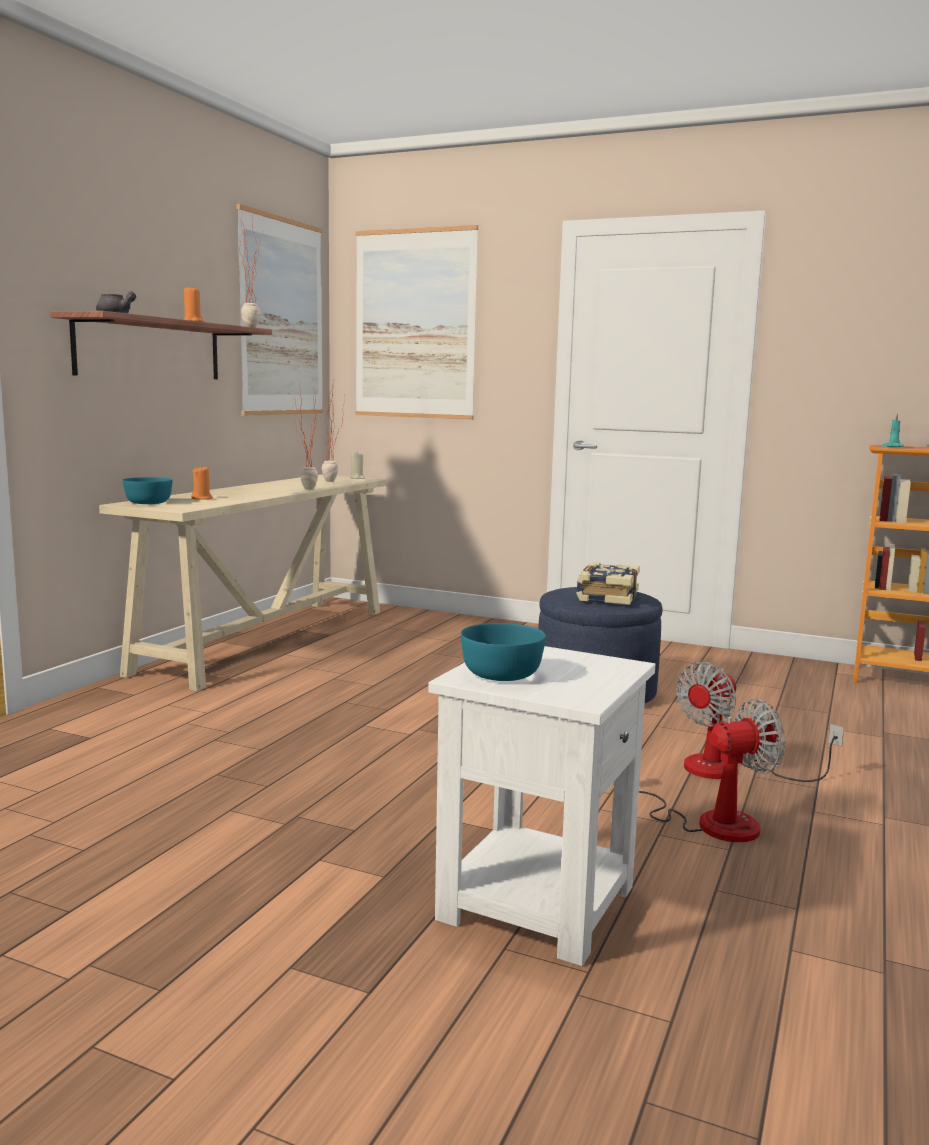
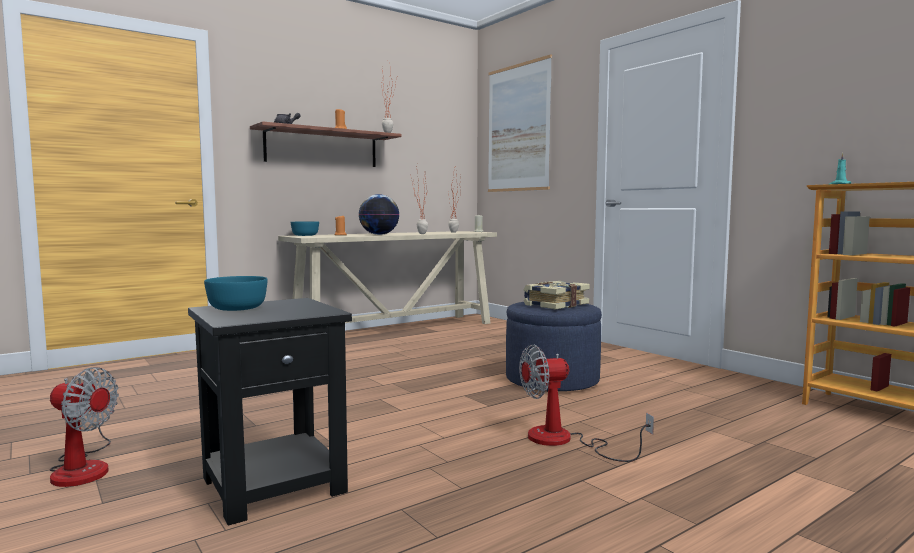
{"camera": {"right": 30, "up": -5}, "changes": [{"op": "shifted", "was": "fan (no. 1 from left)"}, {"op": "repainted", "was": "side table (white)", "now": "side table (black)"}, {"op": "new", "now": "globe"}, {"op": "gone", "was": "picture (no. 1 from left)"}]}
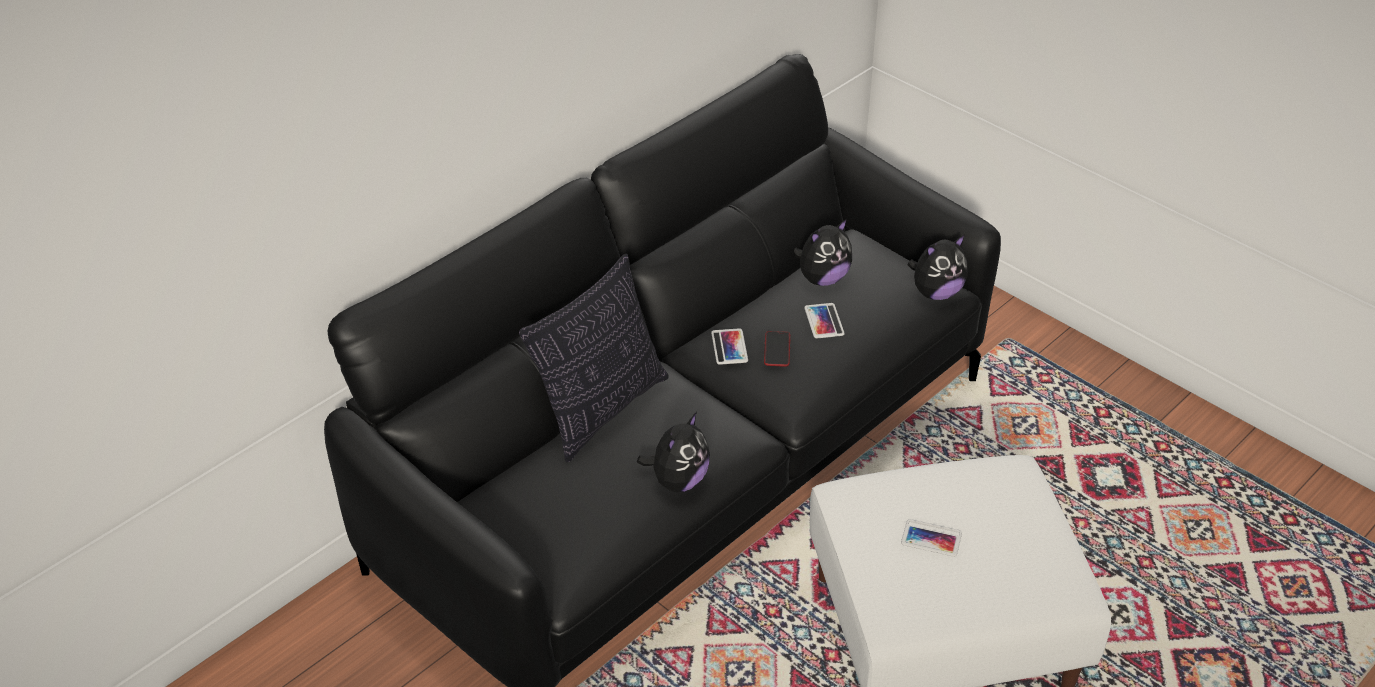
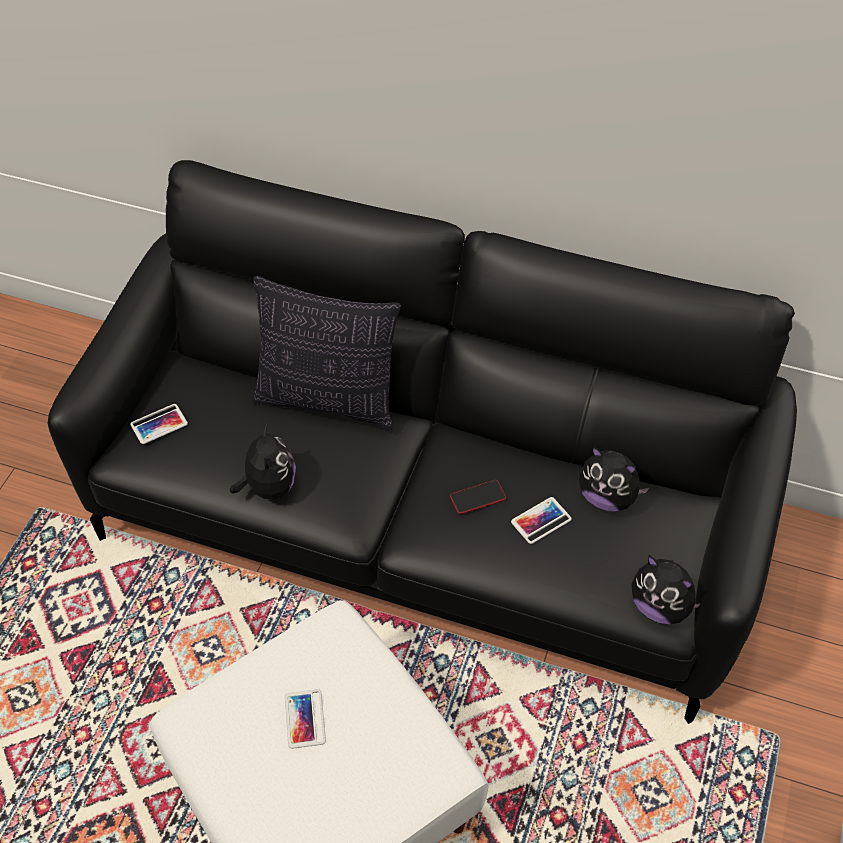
{"camera": {"right": 65, "up": 10}, "changes": [{"op": "shifted", "was": "phone (no. 1 from left)"}, {"op": "rotated", "was": "plush toy (no. 1 from left)", "clockwise": -105}]}
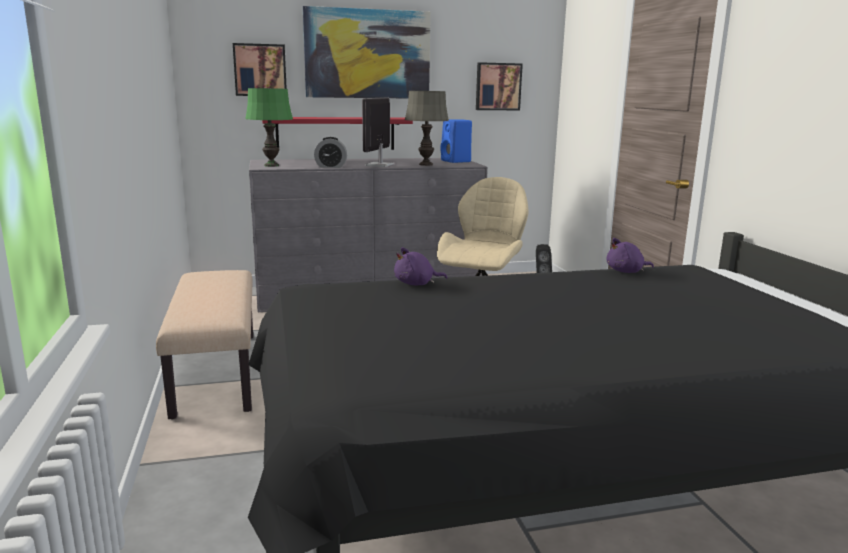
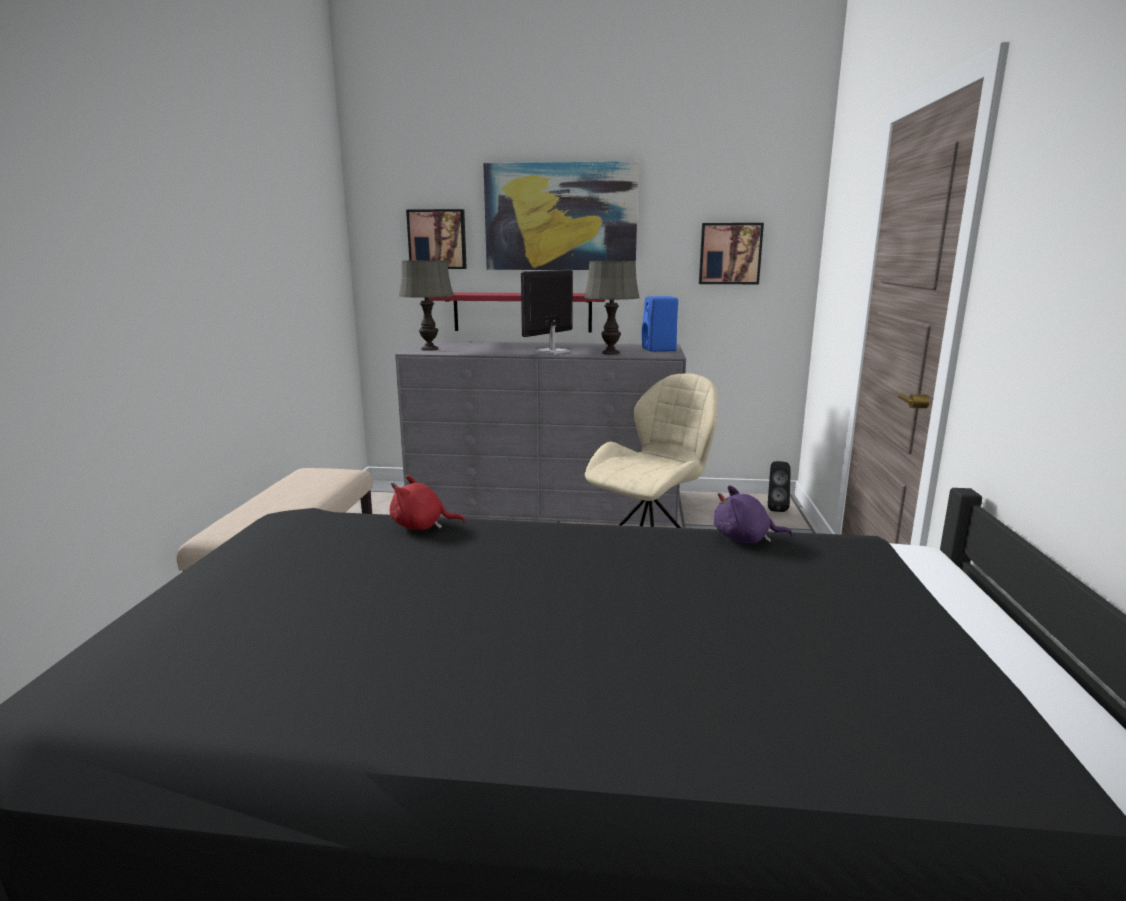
{"camera": {"right": 20, "up": 0}, "changes": [{"op": "repainted", "was": "plush toy (purple) (no. 1 from left)", "now": "plush toy (red)"}, {"op": "repainted", "was": "table lamp (green)", "now": "table lamp (grey) (no. 1 from left)"}, {"op": "gone", "was": "alarm clock"}]}
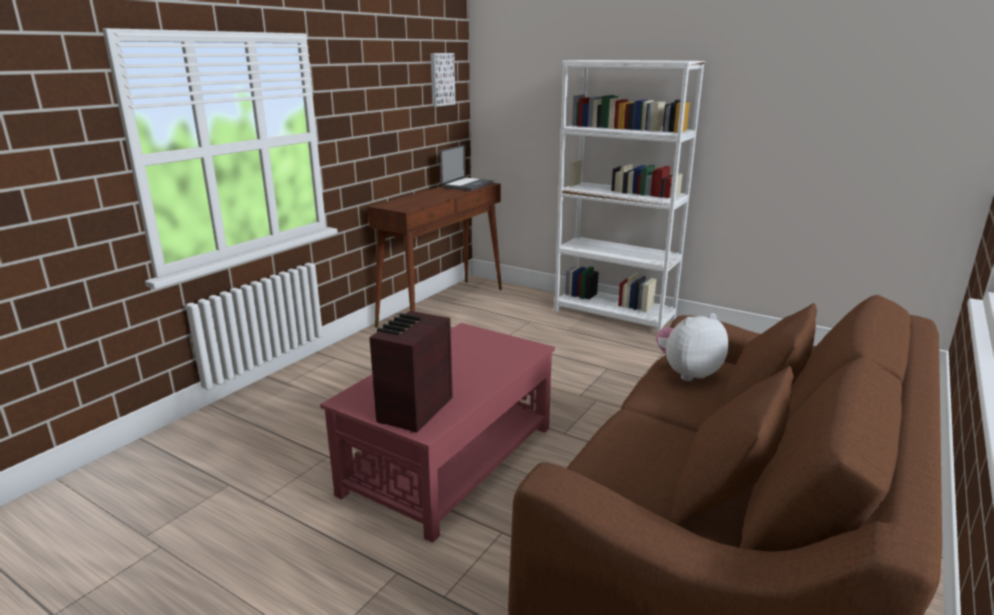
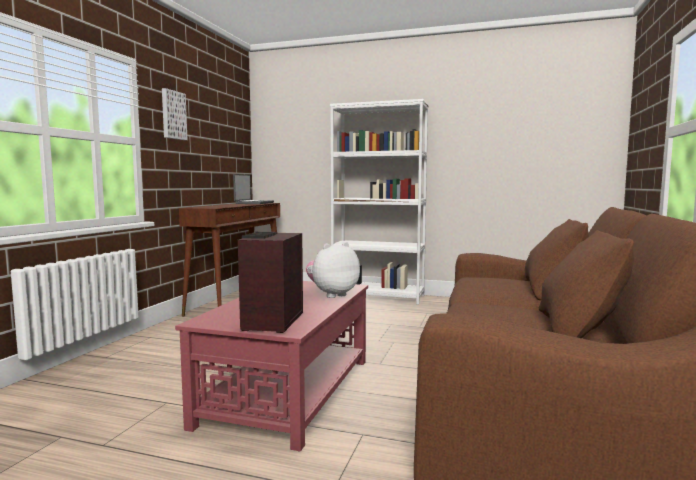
{"camera": {"right": -15, "up": -15}, "changes": [{"op": "shifted", "was": "picture"}, {"op": "shifted", "was": "plush toy"}]}
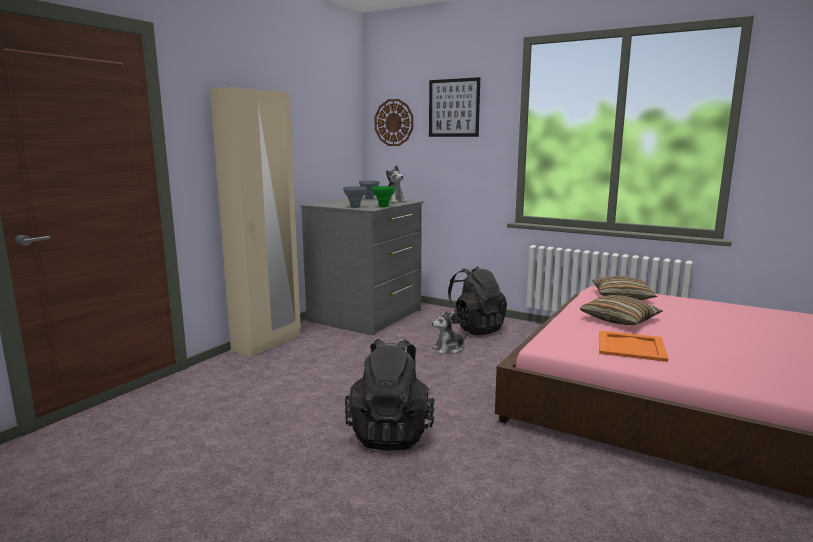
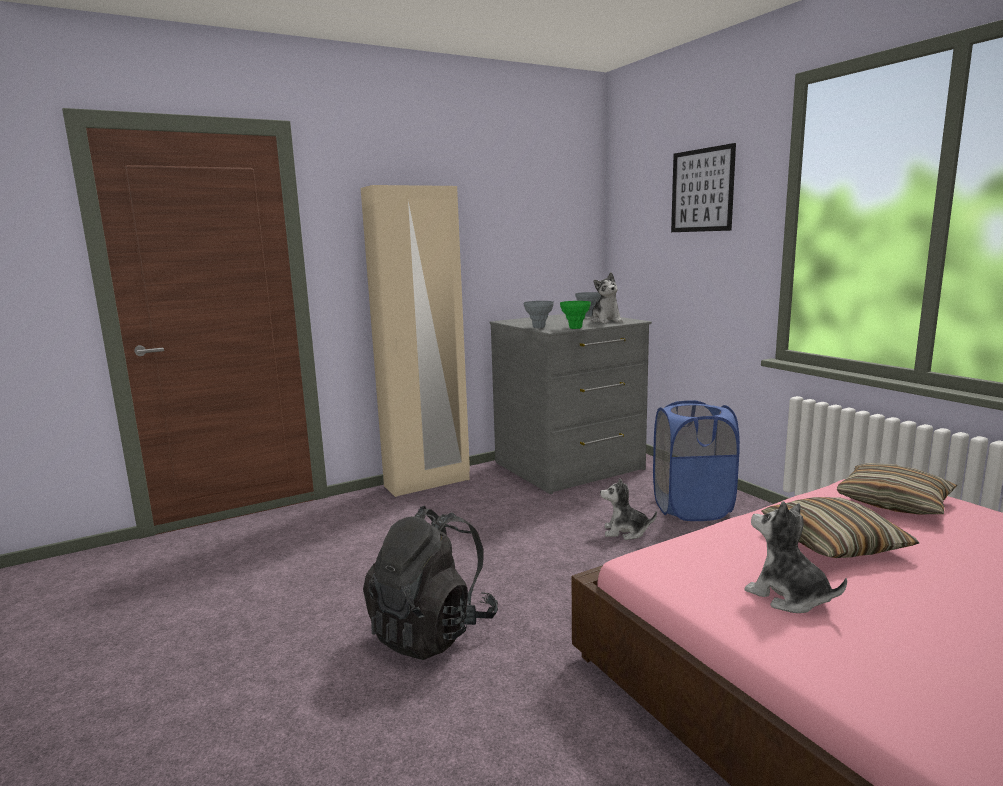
{"camera": {"right": 30, "up": 0}, "changes": [{"op": "swapped", "was": "backpack (black) (no. 2 from left)", "now": "laundry basket (blue)"}, {"op": "swapped", "was": "tray (orange)", "now": "plush toy (no. 3 from left)"}, {"op": "gone", "was": "wall clock"}]}
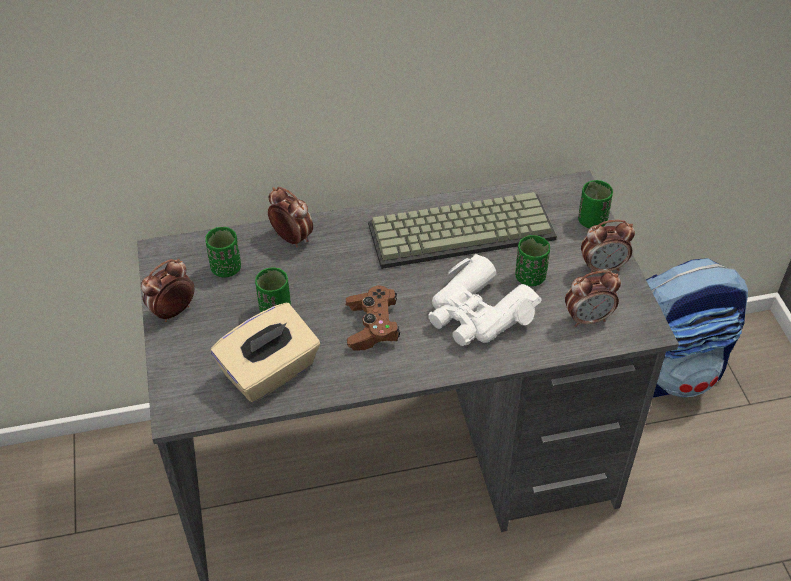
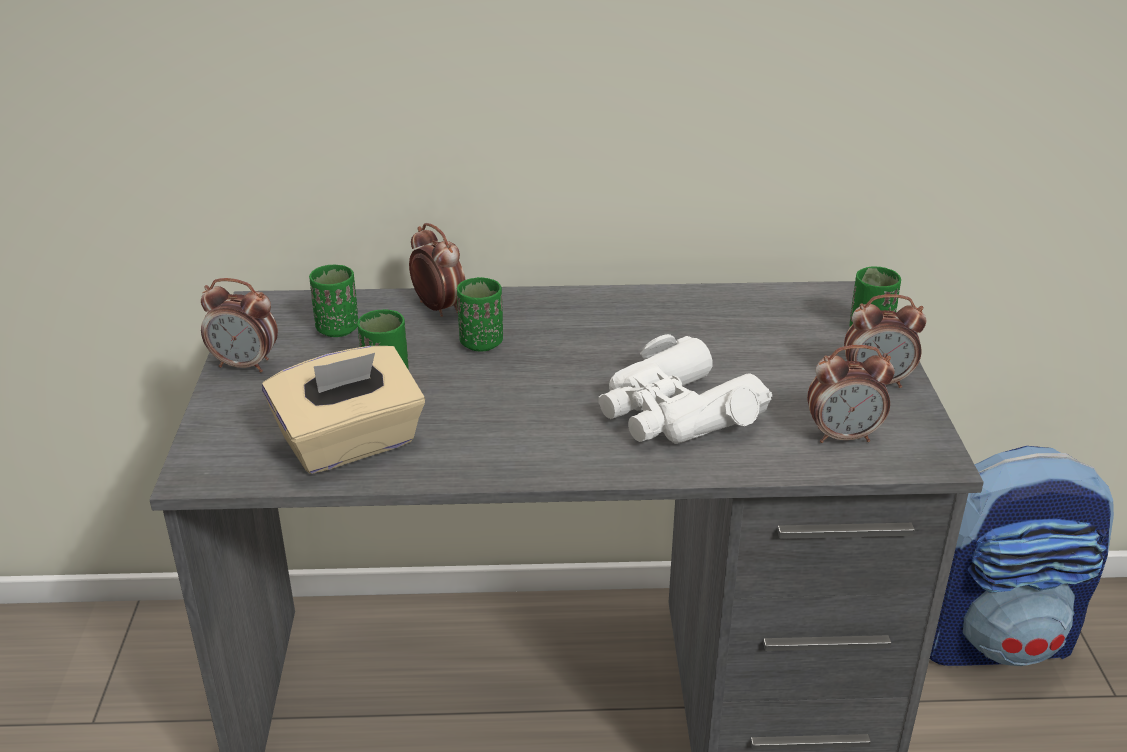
{"camera": {"right": 10, "up": -15}, "changes": [{"op": "rotated", "was": "alarm clock (no. 1 from left)", "clockwise": -135}, {"op": "shifted", "was": "cup (green) (no. 3 from left)"}, {"op": "gone", "was": "game controller (brown)"}, {"op": "gone", "was": "keyboard"}]}
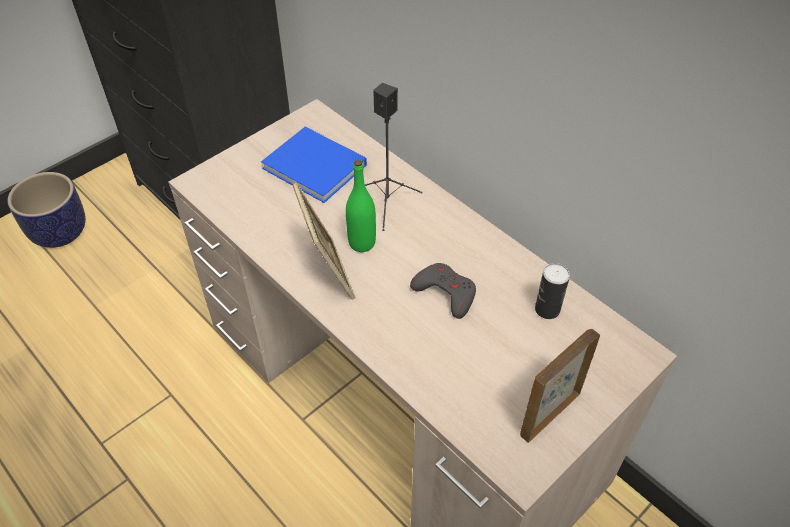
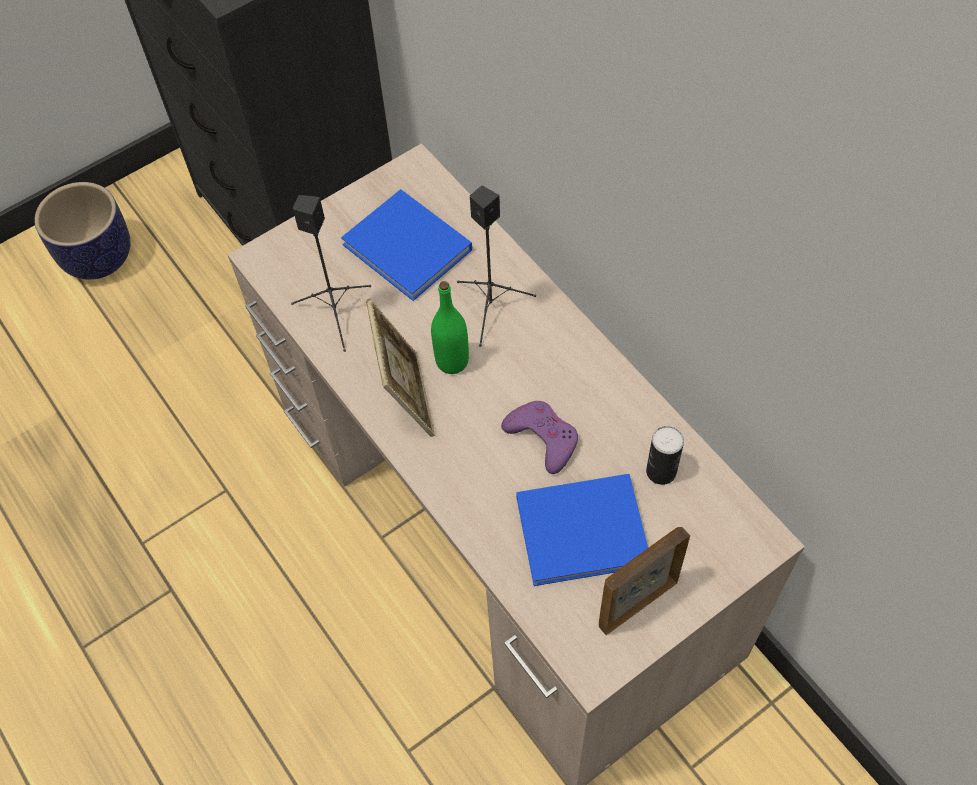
{"camera": {"right": 10, "up": 10}, "changes": [{"op": "new", "now": "speaker (black) (no. 1 from left)"}, {"op": "repainted", "was": "game controller (grey)", "now": "game controller (purple)"}, {"op": "new", "now": "book (blue) (no. 2 from left)"}]}
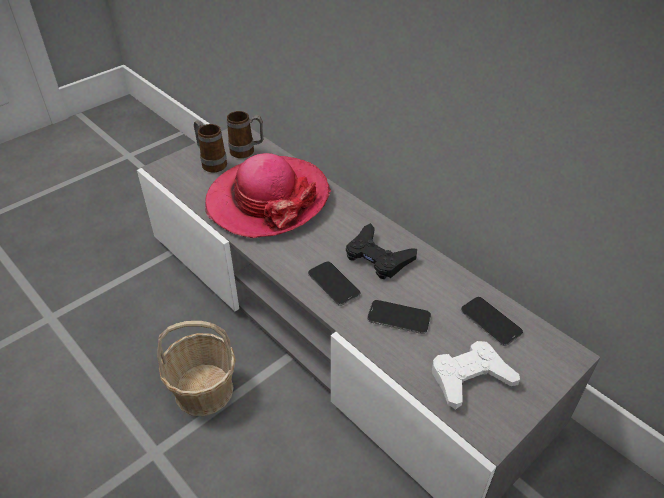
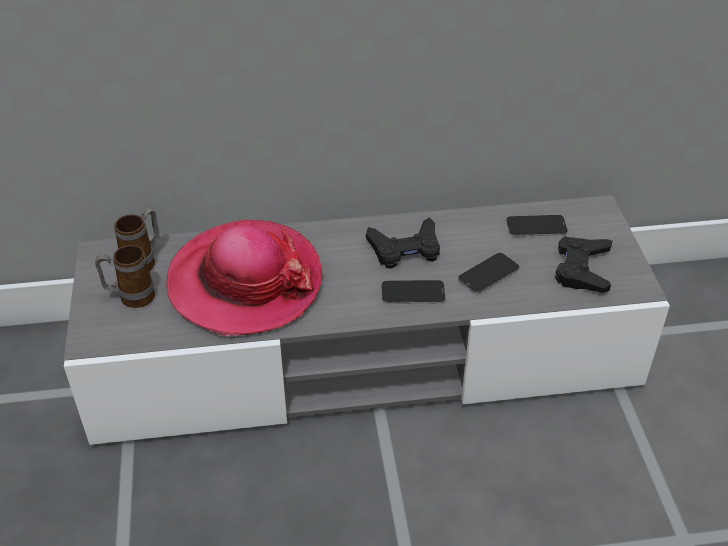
{"camera": {"right": -55, "up": 0}, "changes": [{"op": "repainted", "was": "game controller (white)", "now": "game controller (black) (no. 2 from left)"}, {"op": "gone", "was": "basket"}]}
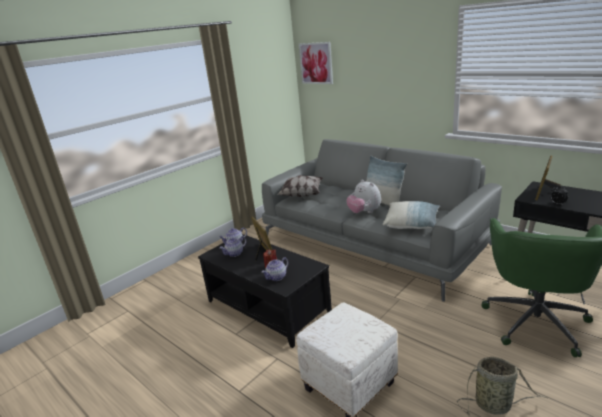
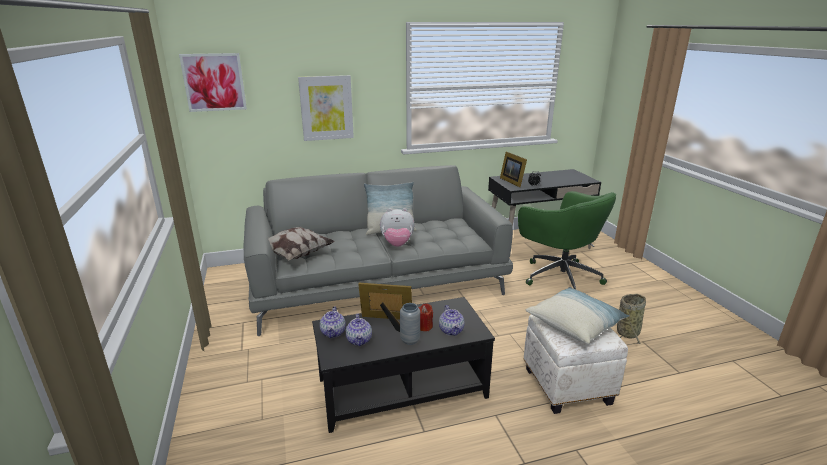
{"camera": {"right": -60, "up": 0}, "changes": [{"op": "new", "now": "picture (no. 2 from left)"}, {"op": "new", "now": "vase (grey)"}, {"op": "shifted", "was": "pillow (no. 3 from left)"}]}
